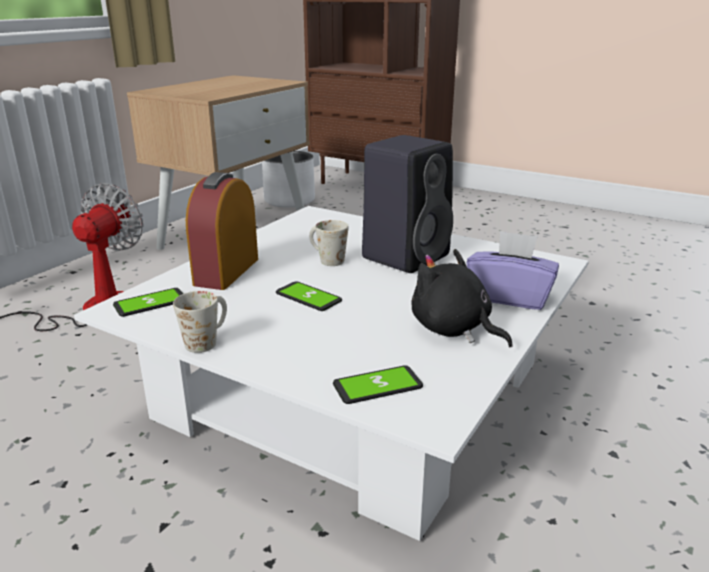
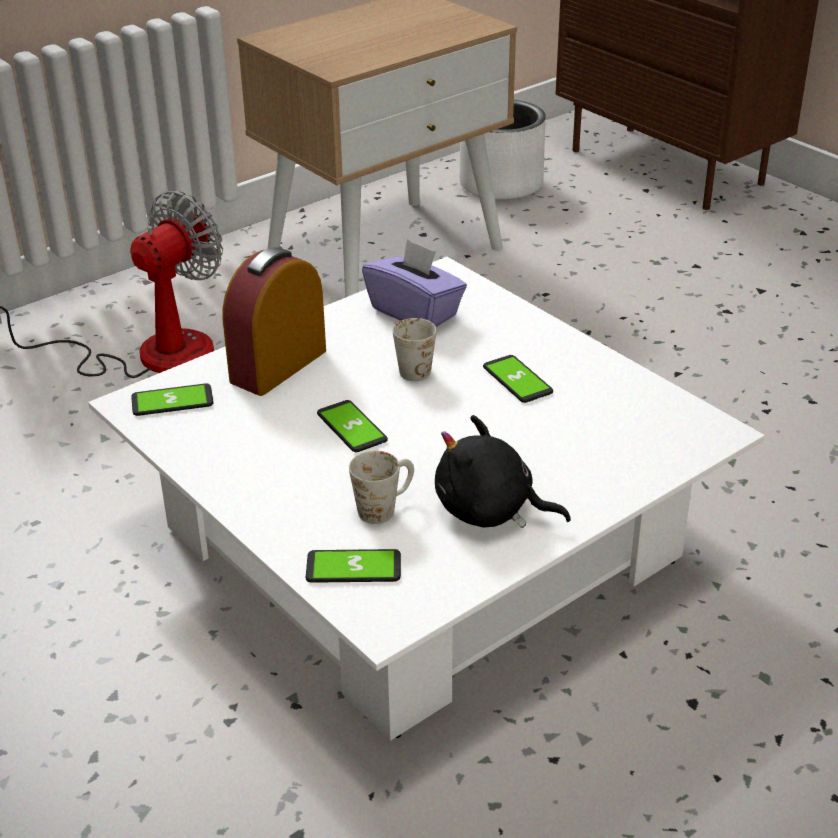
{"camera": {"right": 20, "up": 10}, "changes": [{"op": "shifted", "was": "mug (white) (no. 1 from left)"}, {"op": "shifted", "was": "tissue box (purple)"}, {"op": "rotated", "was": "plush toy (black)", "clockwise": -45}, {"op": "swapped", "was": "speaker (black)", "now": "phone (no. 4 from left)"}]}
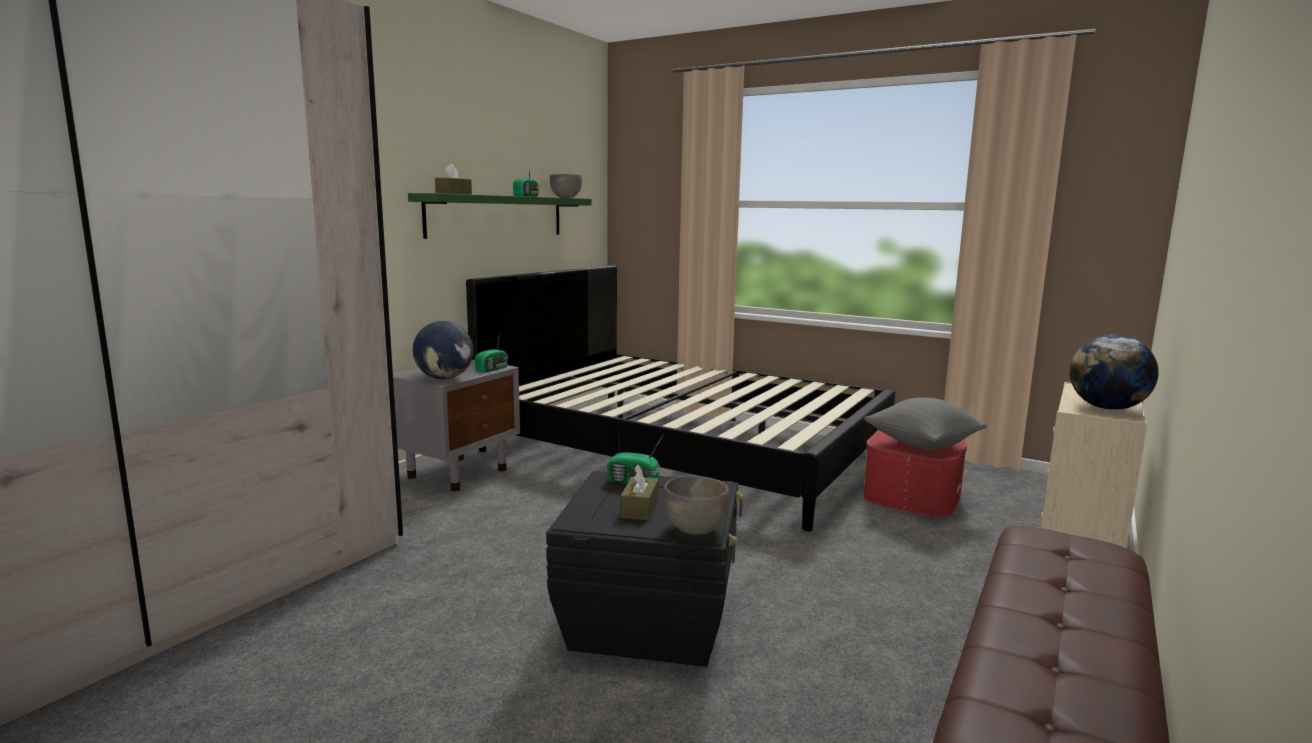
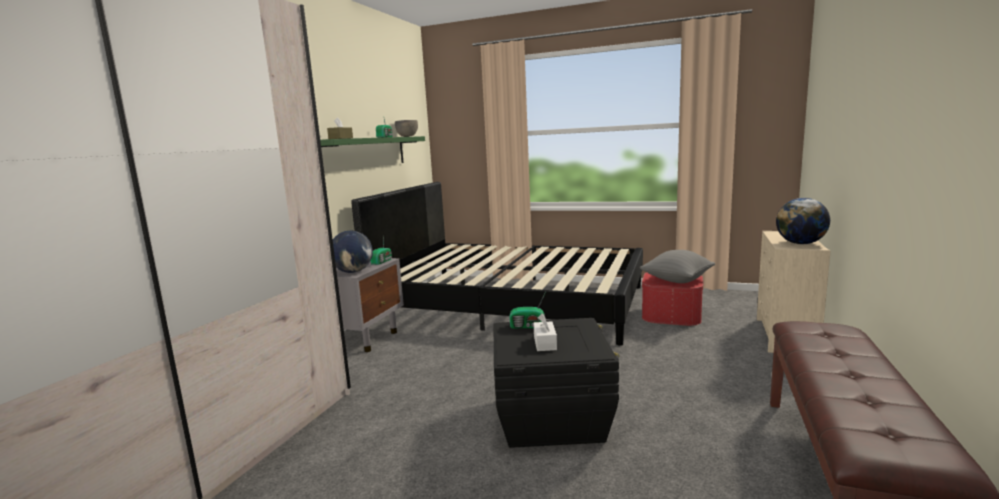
{"camera": {"right": -10, "up": 0}, "changes": [{"op": "repainted", "was": "tissue box (brown) (no. 2 from left)", "now": "tissue box (white)"}, {"op": "gone", "was": "bowl (grey) (no. 2 from left)"}]}
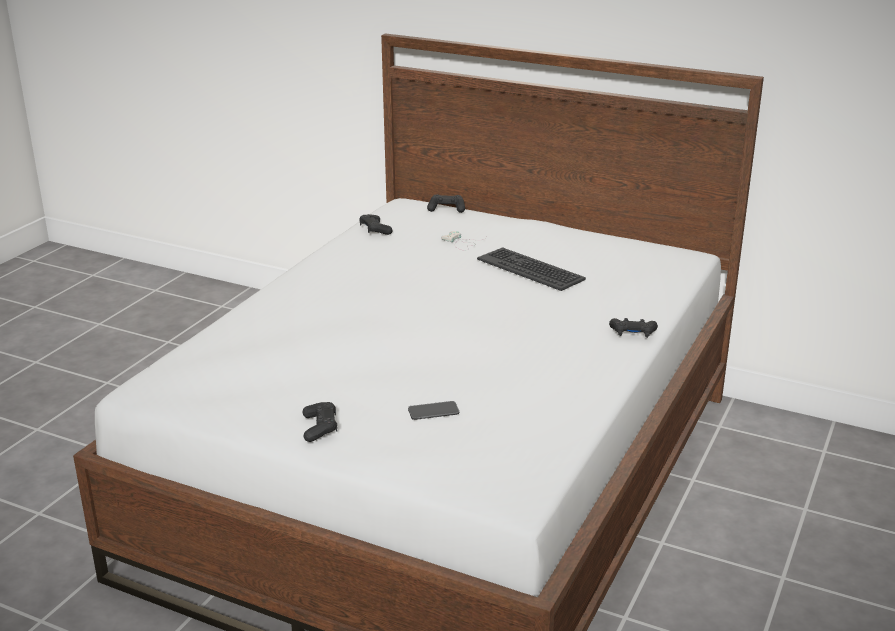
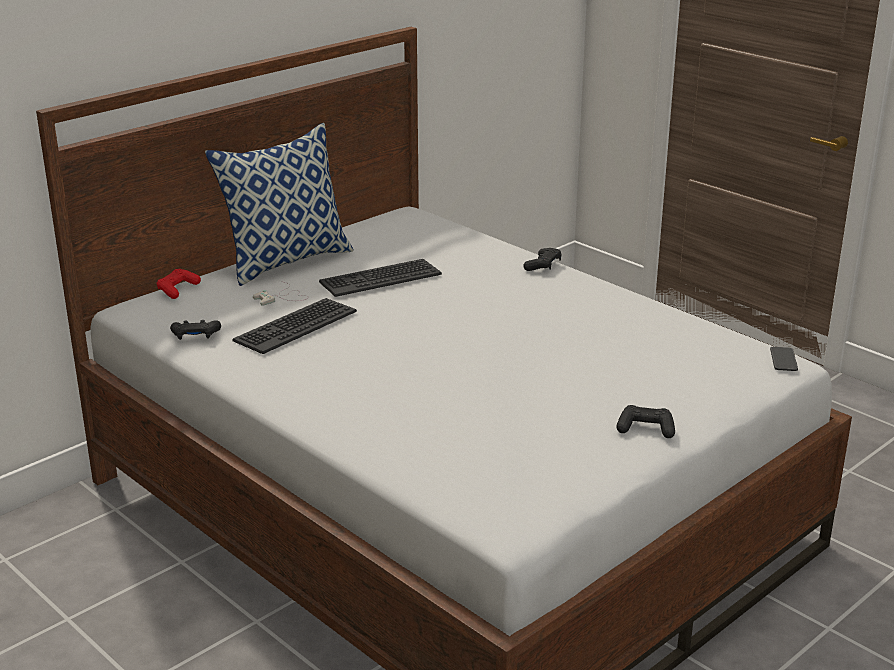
{"camera": {"right": -70, "up": 0}, "changes": [{"op": "repainted", "was": "game controller (black) (no. 3 from left)", "now": "game controller (red)"}, {"op": "new", "now": "pillow"}, {"op": "new", "now": "keyboard (no. 1 from left)"}, {"op": "shifted", "was": "phone"}]}
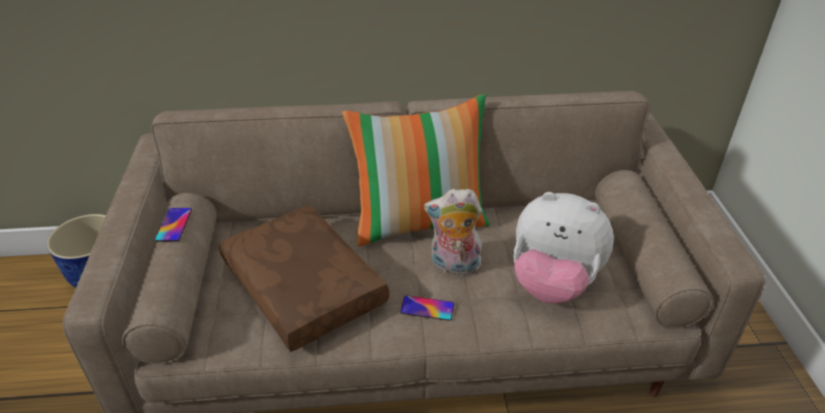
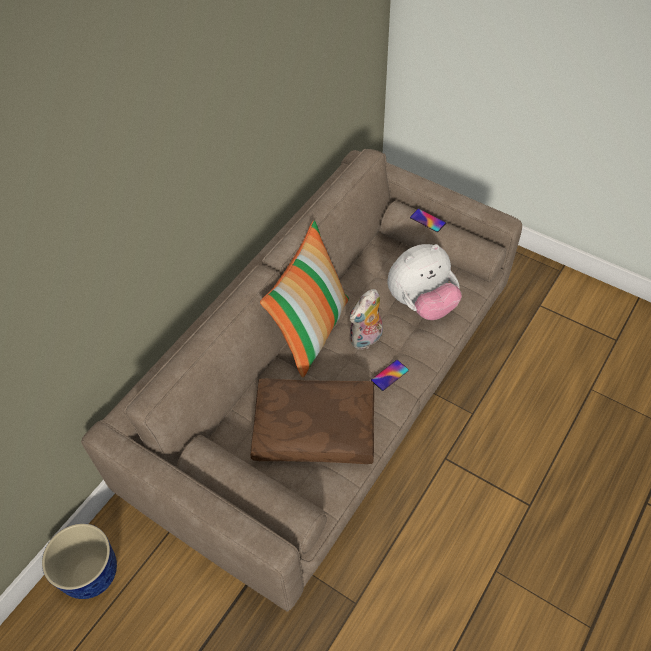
{"camera": {"right": -50, "up": 15}, "changes": [{"op": "shifted", "was": "phone (no. 1 from left in the first image)", "now": "phone (no. 2 from left)"}]}
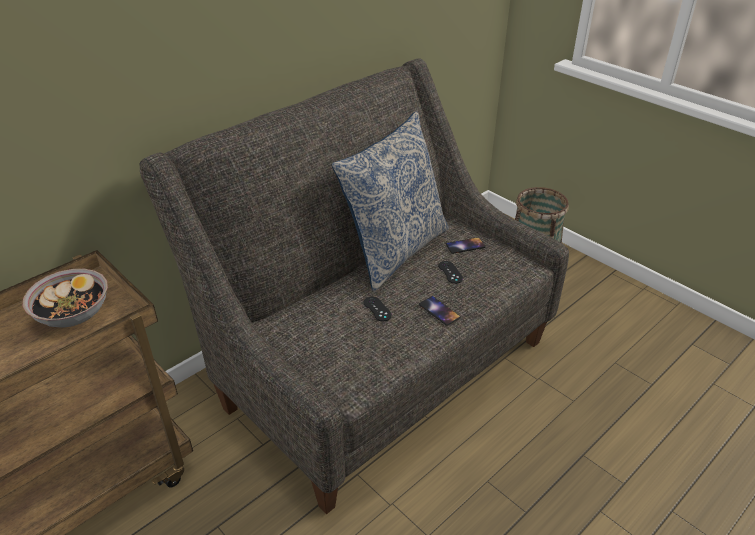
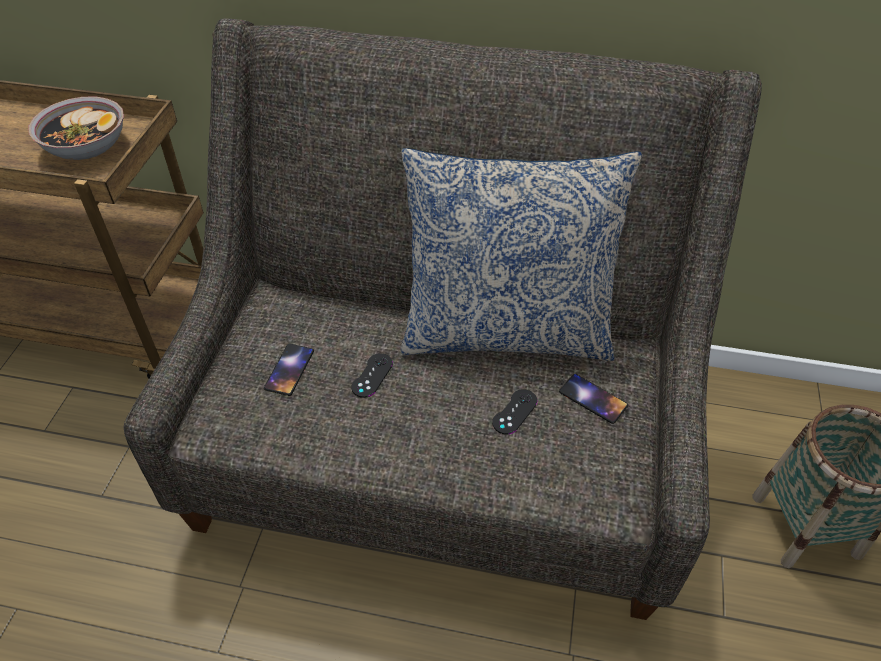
{"camera": {"right": 55, "up": 10}, "changes": [{"op": "shifted", "was": "phone (no. 1 from left)"}]}
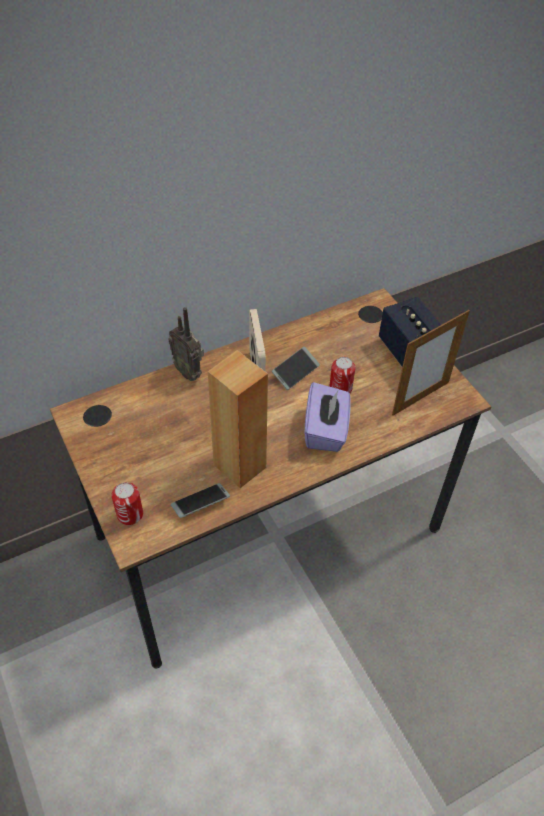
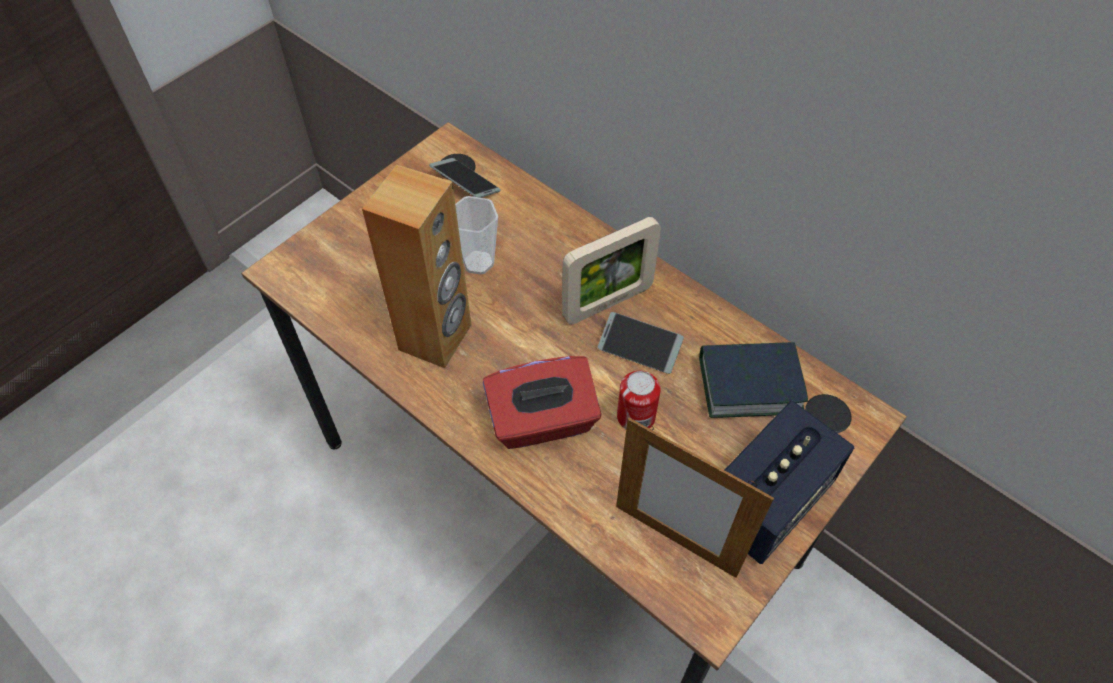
{"camera": {"right": 70, "up": 5}, "changes": [{"op": "shifted", "was": "phone (no. 1 from left)"}, {"op": "new", "now": "cup"}, {"op": "repainted", "was": "tissue box (purple)", "now": "tissue box (red)"}, {"op": "new", "now": "book"}, {"op": "gone", "was": "can (no. 1 from left)"}, {"op": "gone", "was": "radio"}]}
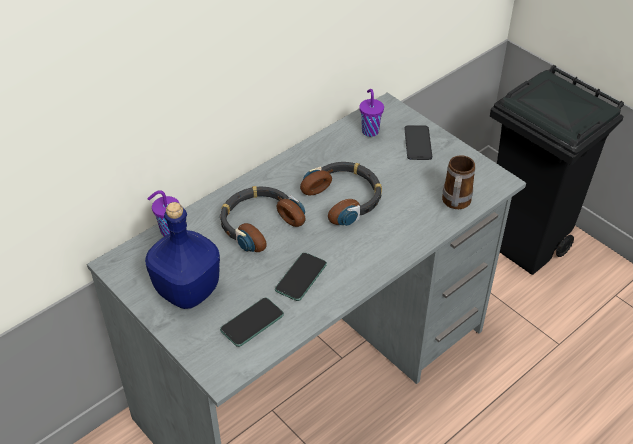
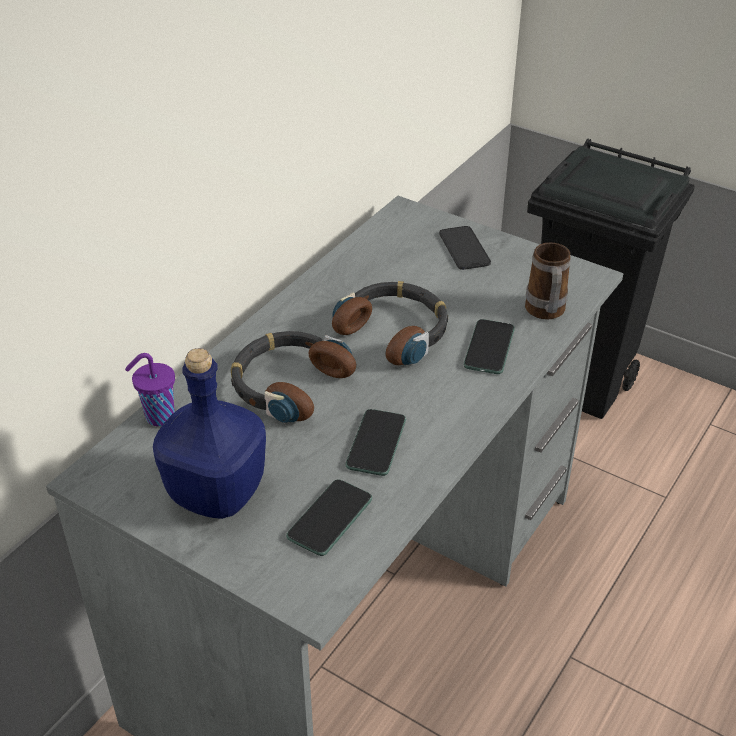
{"camera": {"right": -15, "up": -5}, "changes": [{"op": "new", "now": "phone (no. 4 from left)"}, {"op": "gone", "was": "cup (purple) (no. 2 from left)"}]}
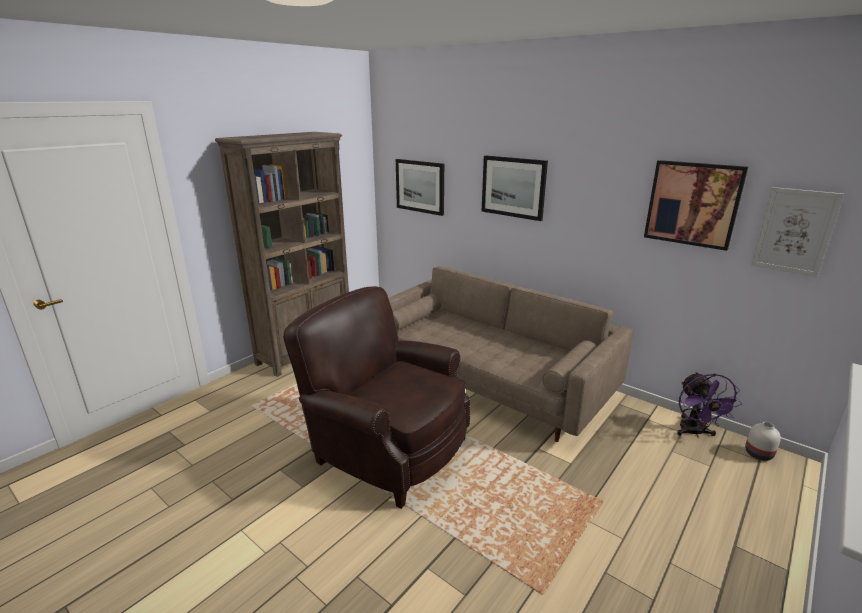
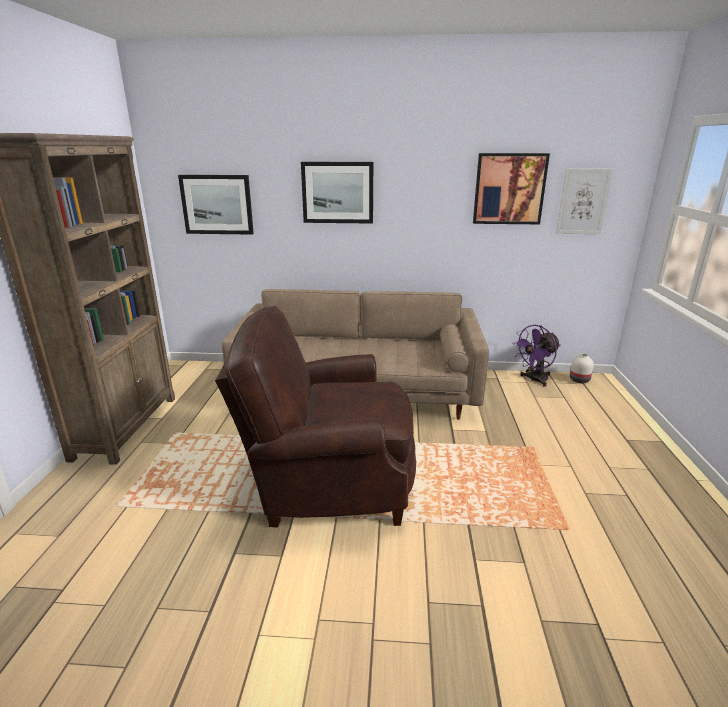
{"camera": {"right": -35, "up": 0}, "changes": [{"op": "rotated", "was": "fan (purple)", "clockwise": 90}]}
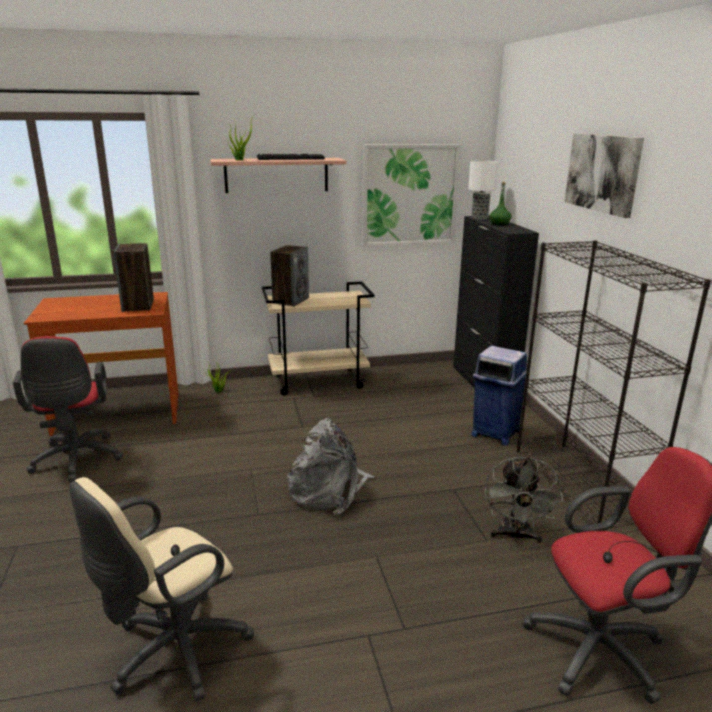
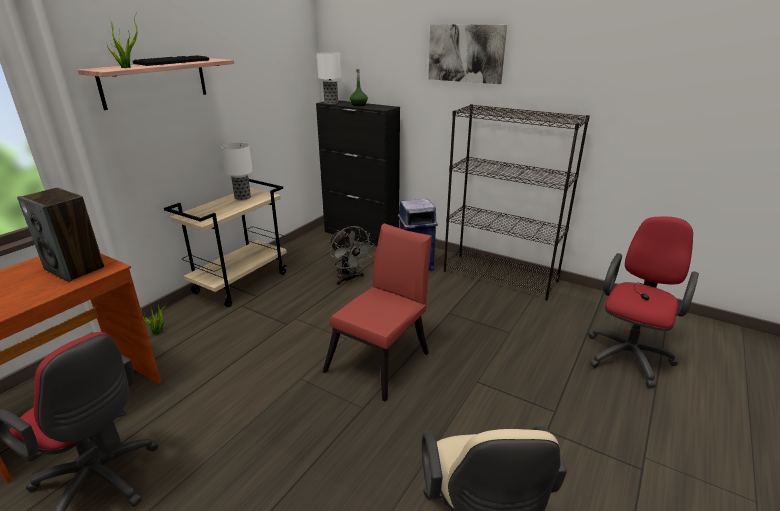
{"camera": {"right": -45, "up": 5}, "changes": [{"op": "new", "now": "table lamp (no. 1 from left)"}, {"op": "swapped", "was": "backpack (grey)", "now": "chair (red)"}, {"op": "shifted", "was": "fan (grey)"}, {"op": "gone", "was": "speaker (no. 2 from left)"}, {"op": "gone", "was": "picture (no. 1 from left)"}]}
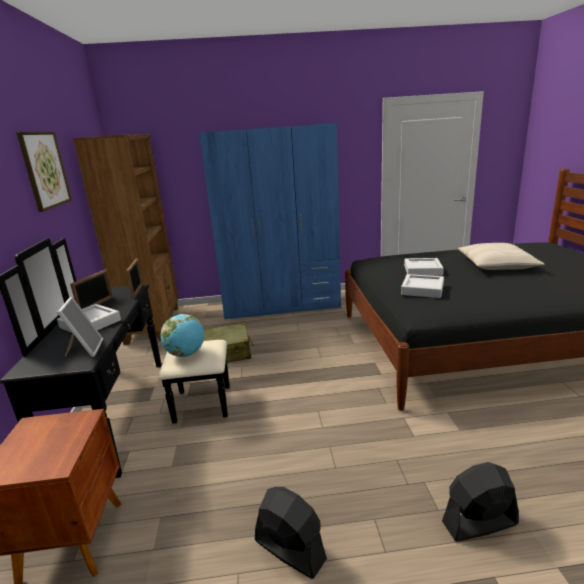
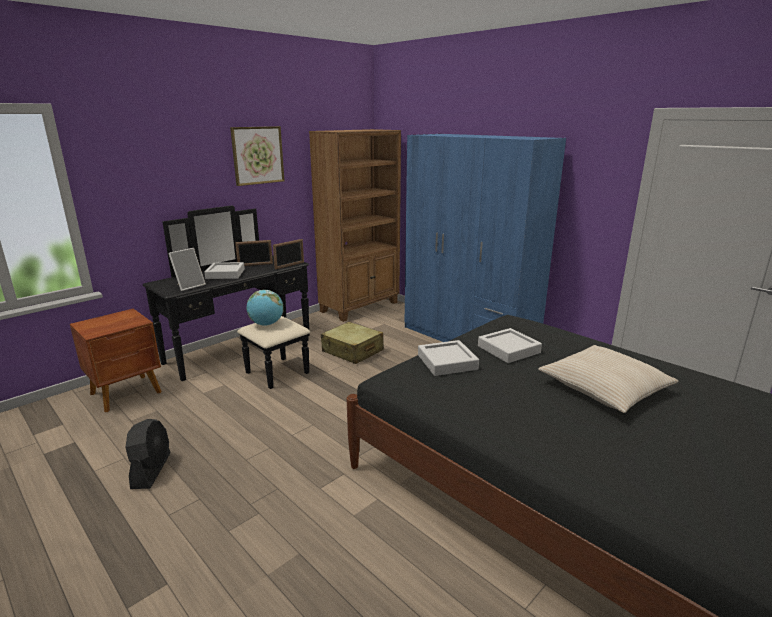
{"camera": {"right": 50, "up": 0}, "changes": [{"op": "gone", "was": "fan (black) (no. 2 from left)"}]}
